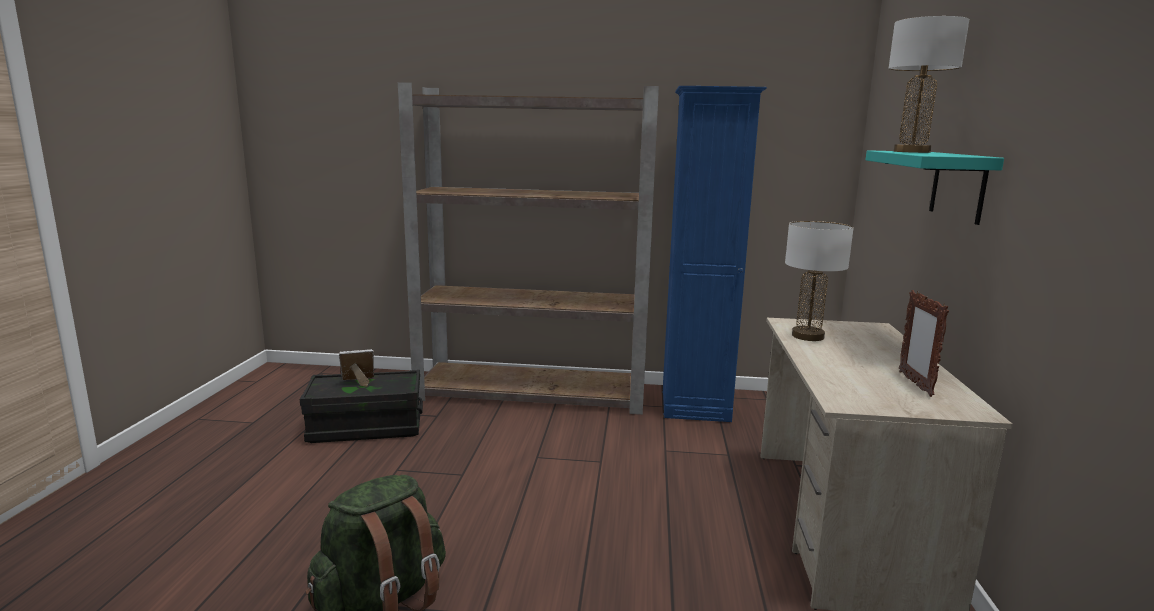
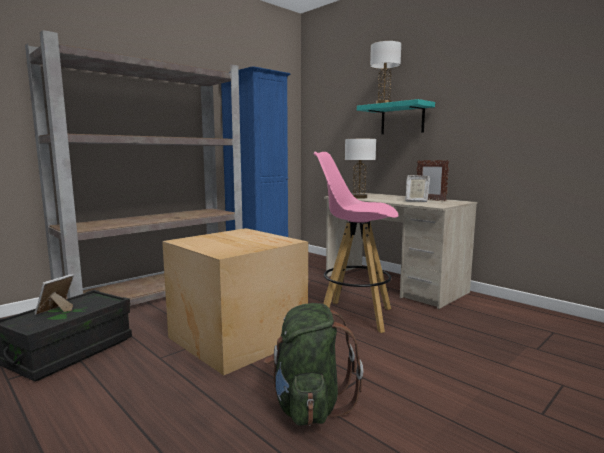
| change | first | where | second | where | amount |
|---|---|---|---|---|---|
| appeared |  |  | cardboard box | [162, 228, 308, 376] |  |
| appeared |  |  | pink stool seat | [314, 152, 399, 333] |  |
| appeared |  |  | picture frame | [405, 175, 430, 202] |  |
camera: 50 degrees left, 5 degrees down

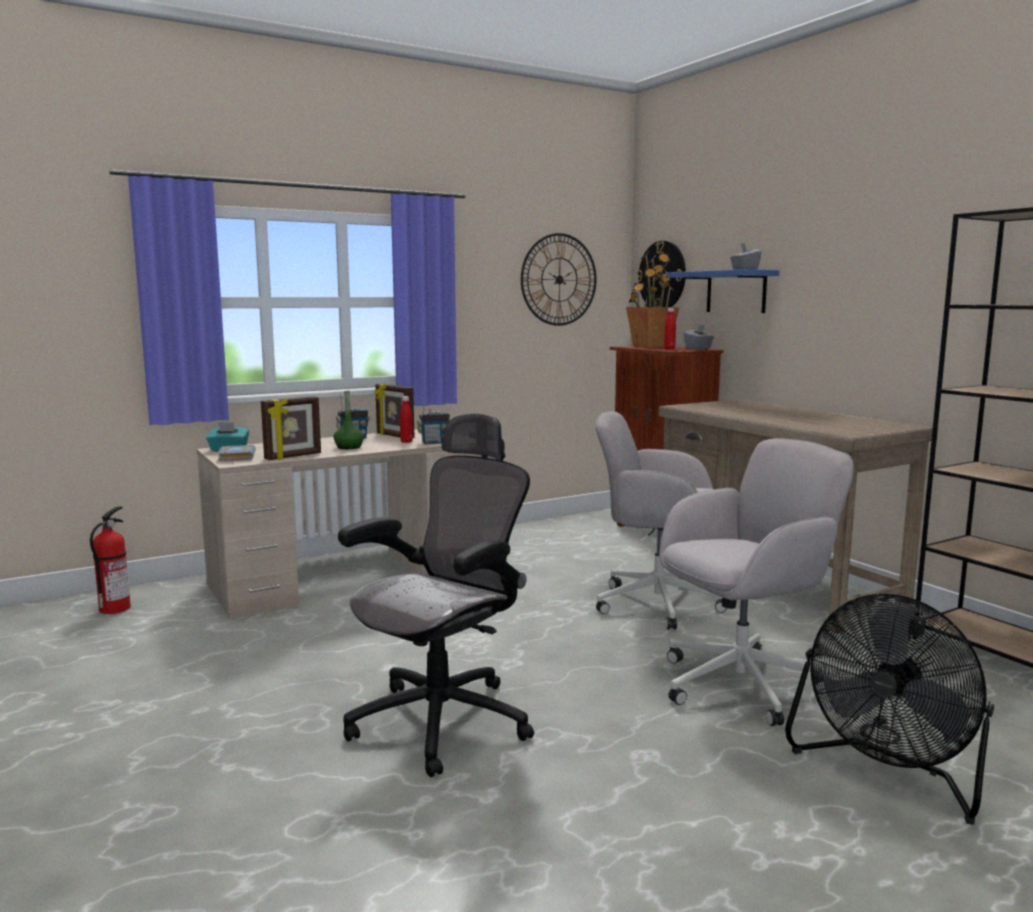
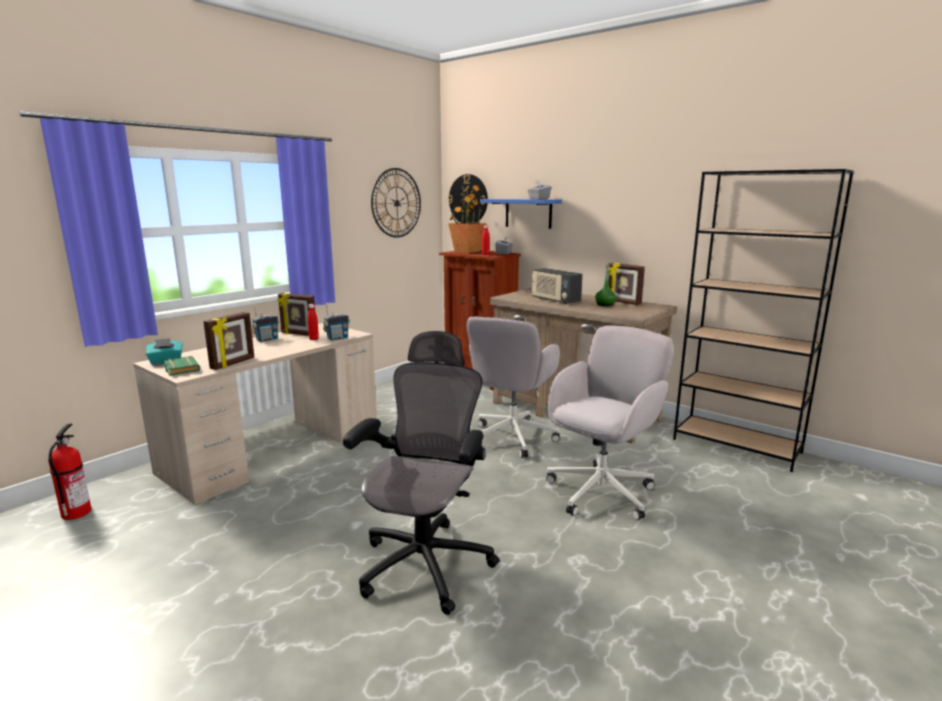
| change | first | where | second | where | amount |
|---|---|---|---|---|---|
| missing | black-coloured electric fan | [785, 594, 994, 825] |  |  |  |
| appeared |  |  | radio receiver | [532, 268, 583, 304] |  |
| appeared |  |  | picture frame | [609, 263, 645, 305] |  |
| relocated | greenish bottle | [334, 391, 364, 449] |  | [595, 265, 616, 306] |  |
| colour | grey bound book | [218, 445, 256, 461] | greenish bound book | [163, 356, 200, 376] |  |
| spun | grey computer chair | [595, 411, 727, 630] |  | [467, 317, 560, 458] | 60 degrees counterclockwise |
camera: 20 degrees left, 5 degrees up

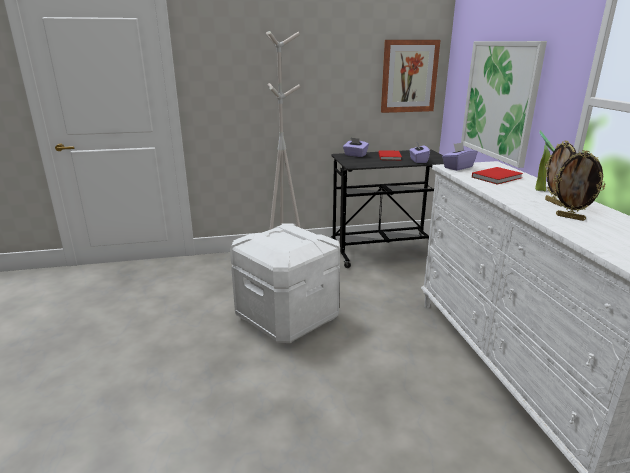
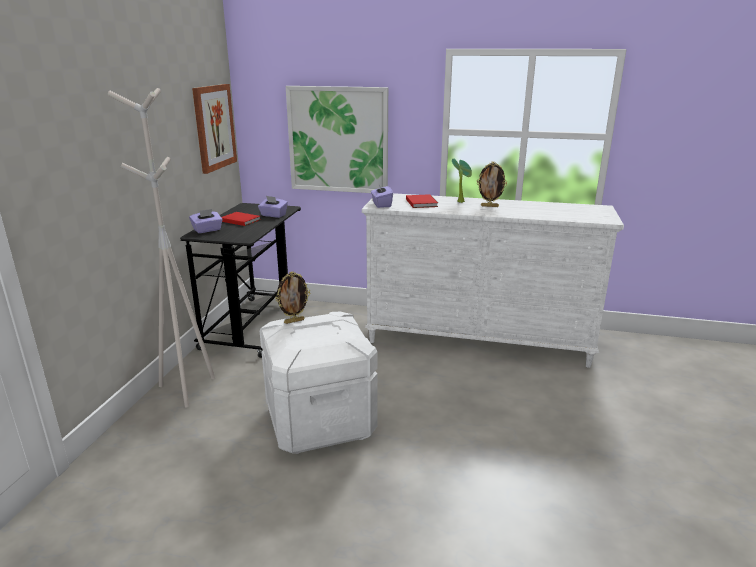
| change | first | where | second | where | amount |
|---|---|---|---|---|---|
| relocated | picture frame | [553, 150, 605, 221] |  | [275, 271, 310, 324] |  |
camera: 65 degrees left, 0 degrees up

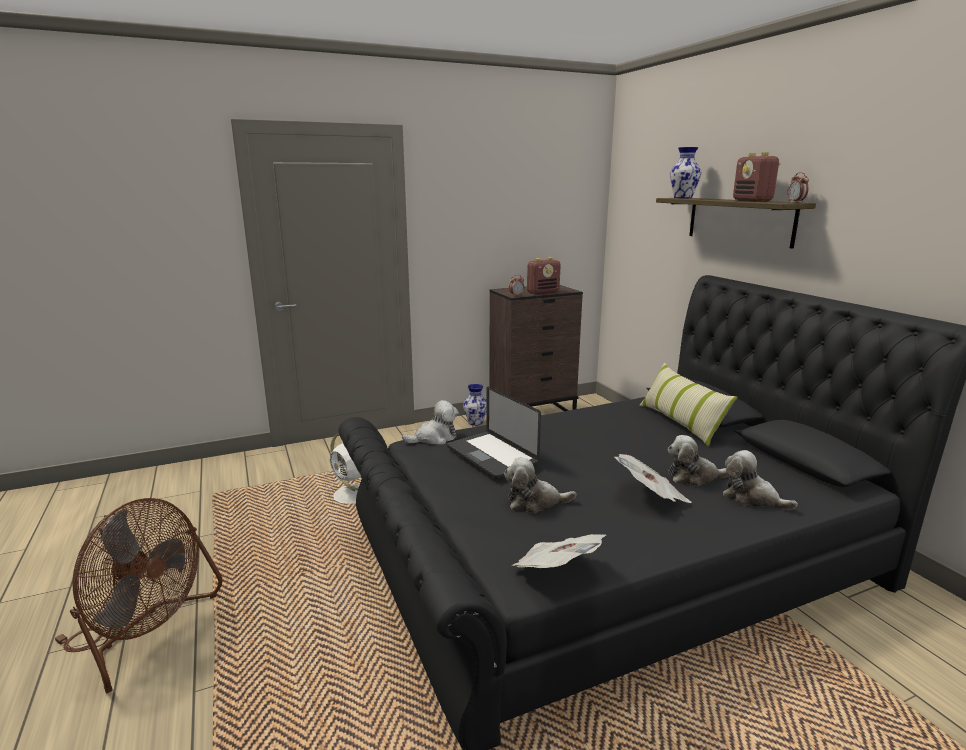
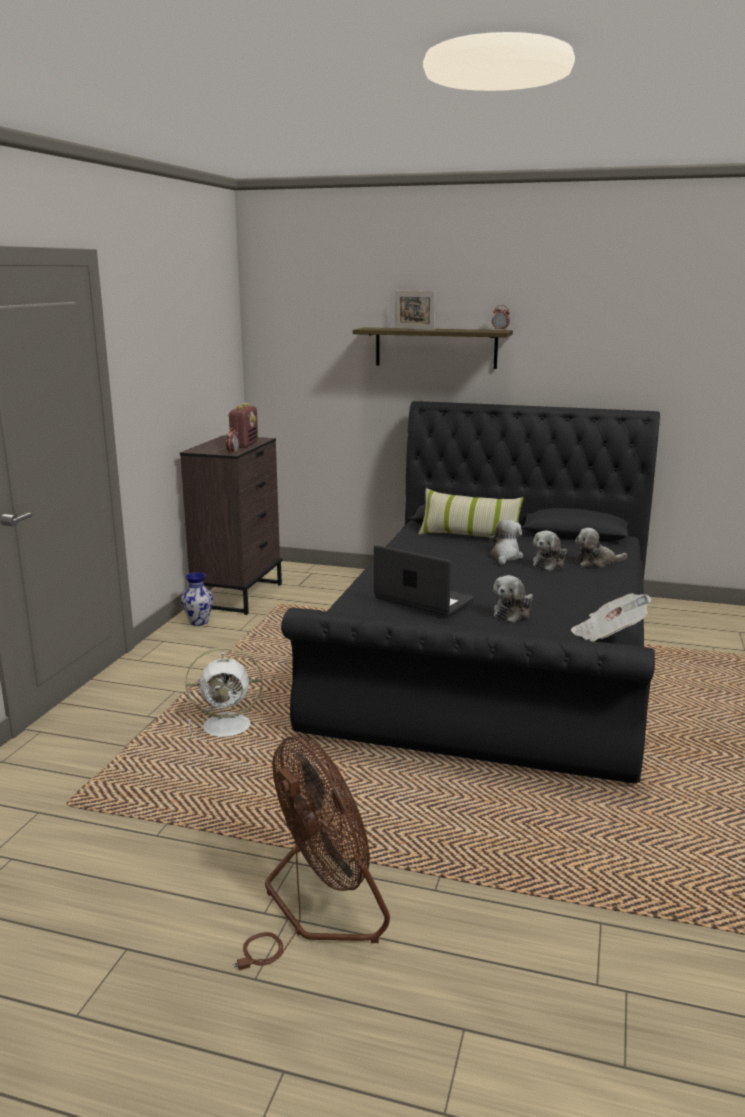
| change | first | where | second | where | amount |
|---|---|---|---|---|---|
| missing | newspaper | [614, 454, 692, 503] |  |  |  |
| missing | decorative vase | [670, 147, 702, 198] |  |  |  |
| missing | radio receiver | [733, 152, 781, 202] |  |  |  |
| appeared |  |  | picture frame | [395, 291, 435, 330] |  |
| relocated | plush toy | [402, 400, 459, 444] |  | [489, 520, 523, 564] |  |
| spun | portable computer | [447, 387, 541, 479] |  | [374, 545, 474, 616] | 150 degrees counterclockwise |
camera: 50 degrees left, 0 degrees up

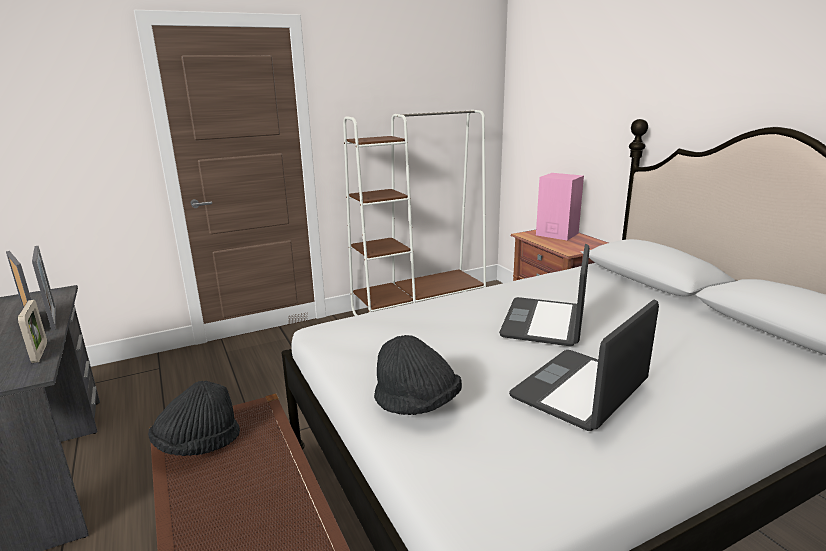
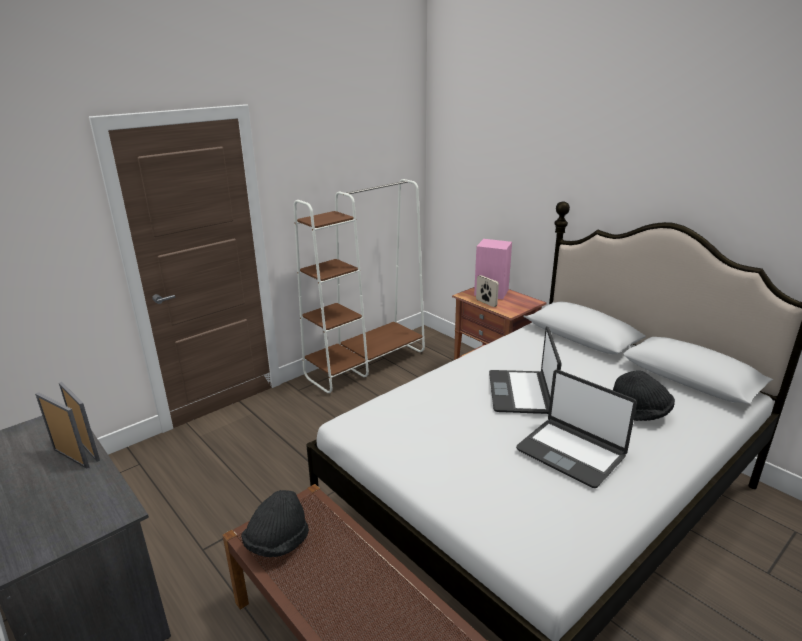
| change | first | where | second | where | amount |
|---|---|---|---|---|---|
| relocated | picture frame | [18, 300, 47, 363] |  | [476, 275, 499, 307] |  |
| relocated | black-coloured clothing hat | [374, 335, 462, 415] |  | [613, 370, 675, 421] |  |
| spun | portable computer | [509, 300, 659, 431] |  | [516, 370, 637, 488] | 75 degrees counterclockwise |
camera: 15 degrees left, 5 degrees up

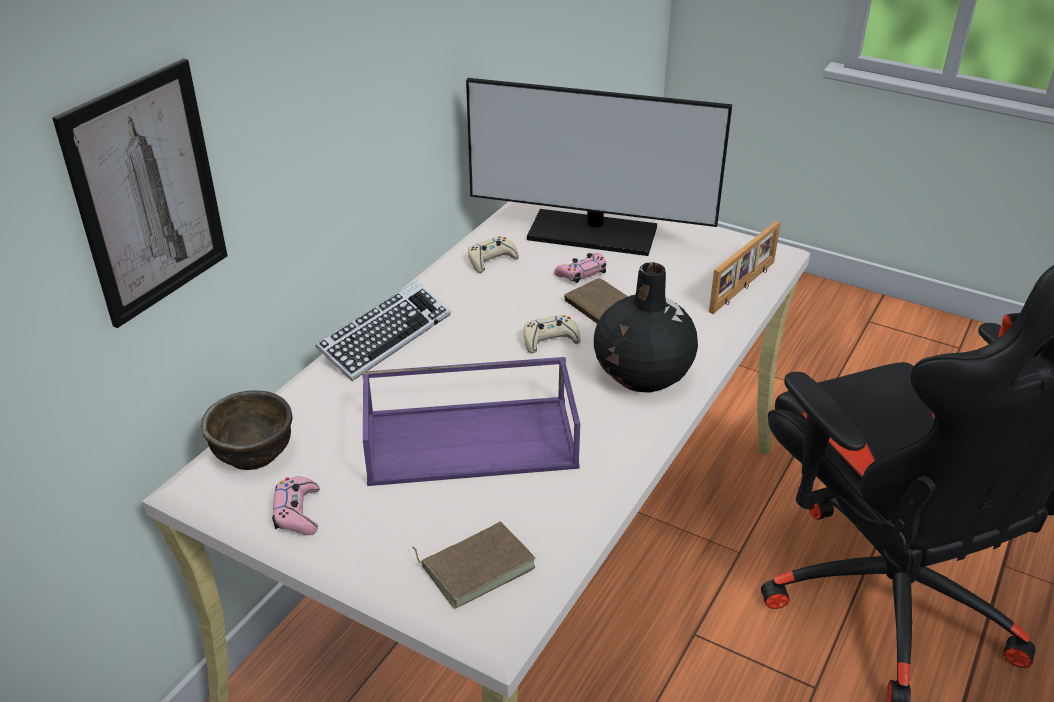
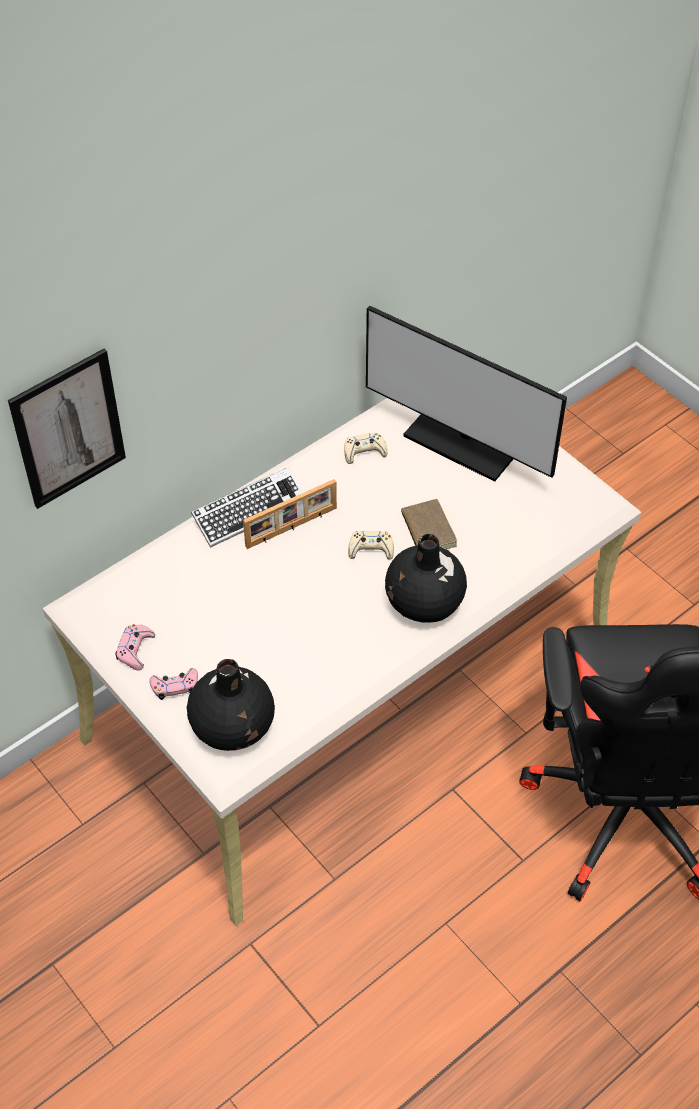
| change | first | where | second | where | amount |
|---|---|---|---|---|---|
| missing | brown-coloured serving bowl | [201, 390, 293, 470] |  |  |  |
| missing | purplish serving tray | [362, 357, 580, 486] |  |  |  |
| relocated | pink joypad | [554, 253, 606, 283] |  | [149, 668, 198, 700] |  |
| relocated | picture frame | [709, 220, 781, 314] |  | [243, 479, 337, 549] |  |
| exchanged | brown-coloured bound book | [412, 521, 535, 609] | black-coloured decorative vase | [187, 659, 275, 751] |  |
camera: 20 degrees right, 15 degrees up

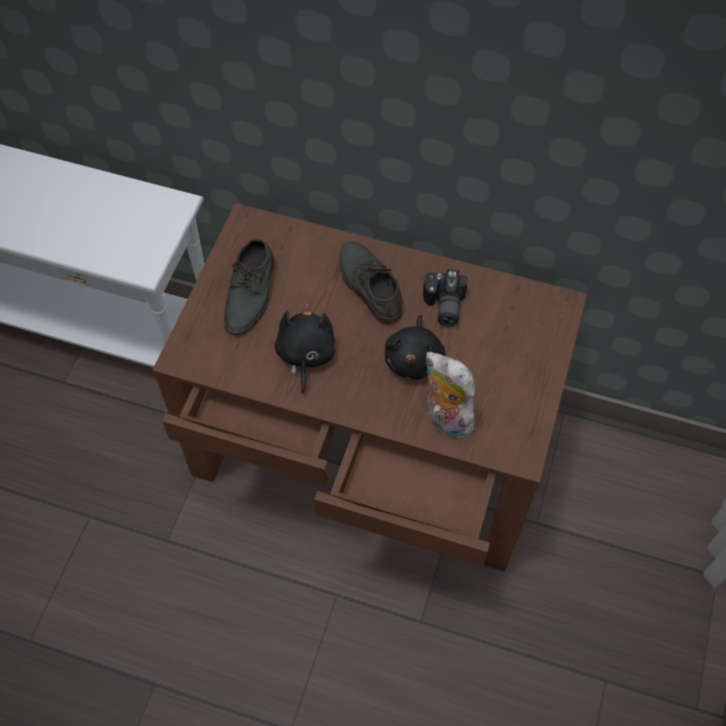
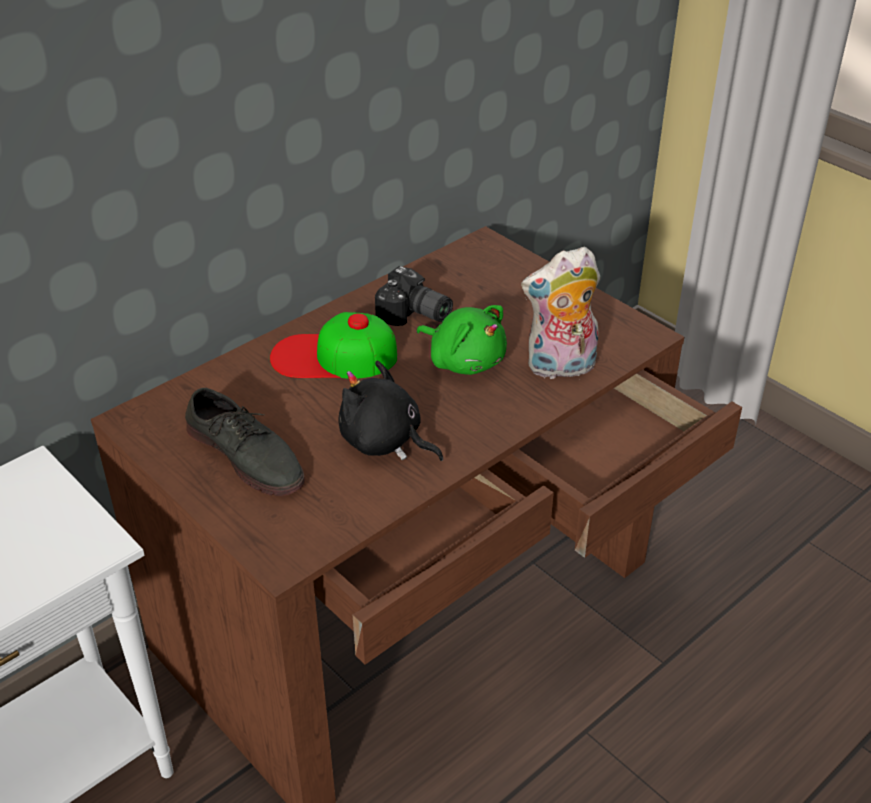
| change | first | where | second | where | amount |
|---|---|---|---|---|---|
| exchanged | grey item of footwear | [339, 241, 402, 324] | baseball cap | [270, 312, 397, 379] |  |
| colour | black-coloured plush toy | [385, 315, 445, 380] | greenish plush toy | [416, 305, 507, 375] |  |
camera: 60 degrees left, 20 degrees down

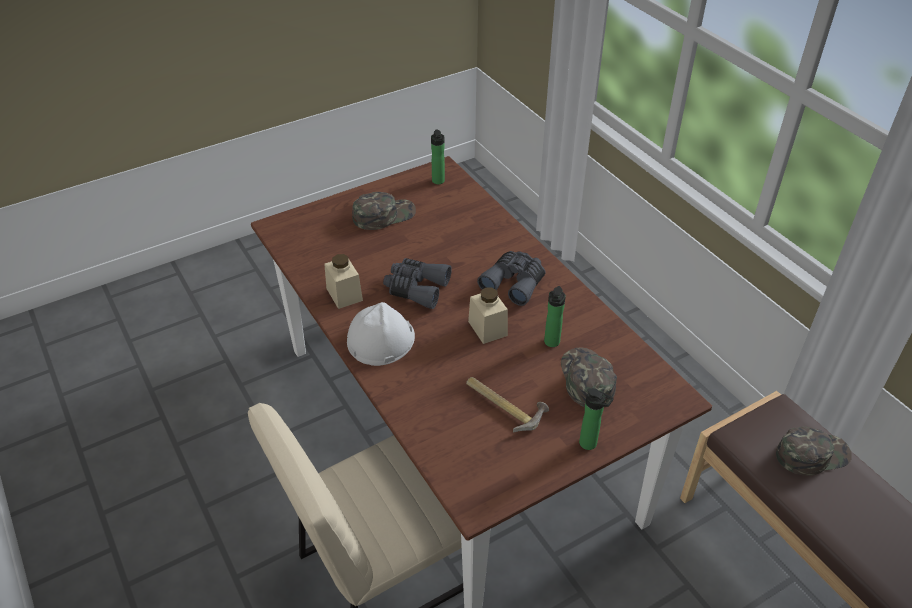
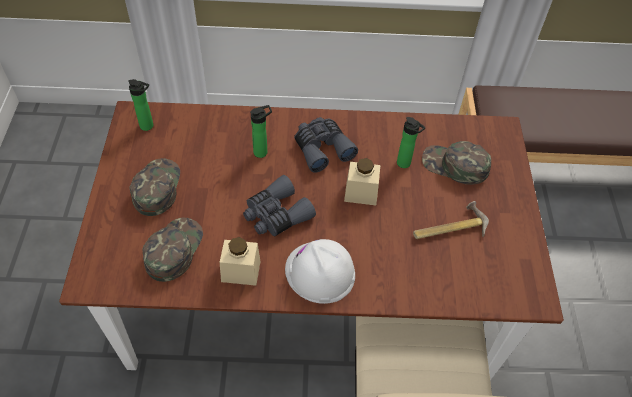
| change | first | where | second | where | amount |
|---|---|---|---|---|---|
| relocated | bottle | [579, 388, 614, 450] |  | [250, 105, 272, 158] |  |
| relocated | greenish baseball cap | [776, 427, 852, 476] |  | [142, 217, 203, 282] |  |
camera: 60 degrees left, 10 degrees up

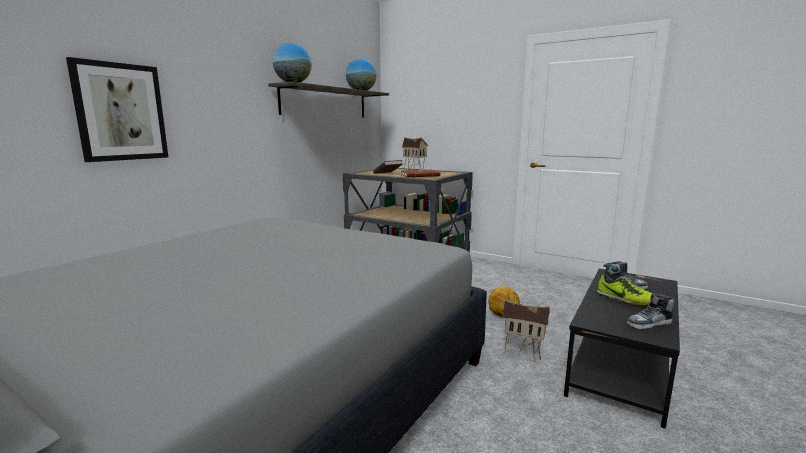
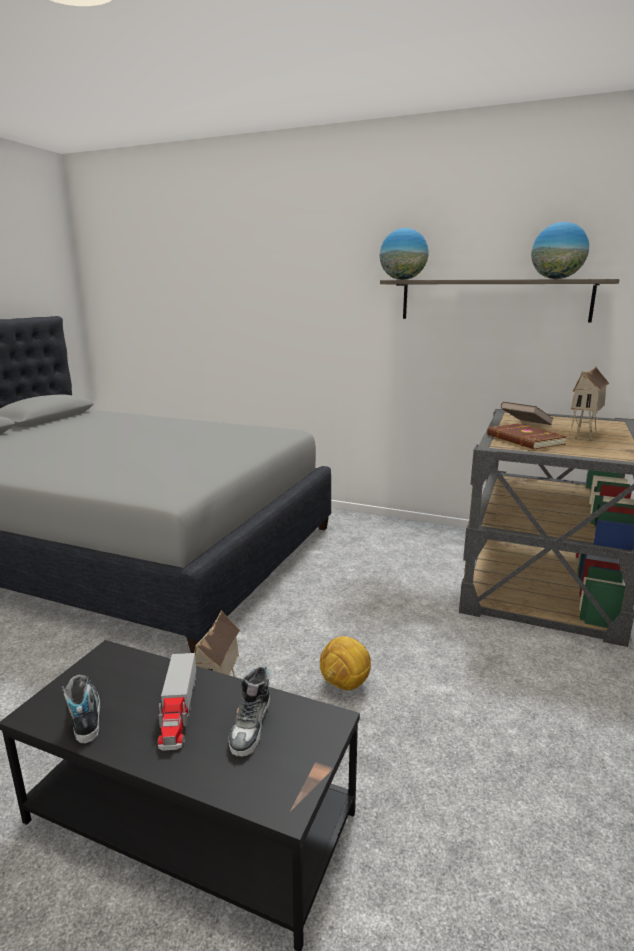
| change | first | where | second | where | amount |
|---|---|---|---|---|---|
| missing | wall picture | [66, 57, 168, 162] |  |  |  |
| exchanged | item of footwear | [597, 274, 653, 305] | model truck | [157, 653, 196, 751] |  |
camera: 80 degrees right, 5 degrees up

